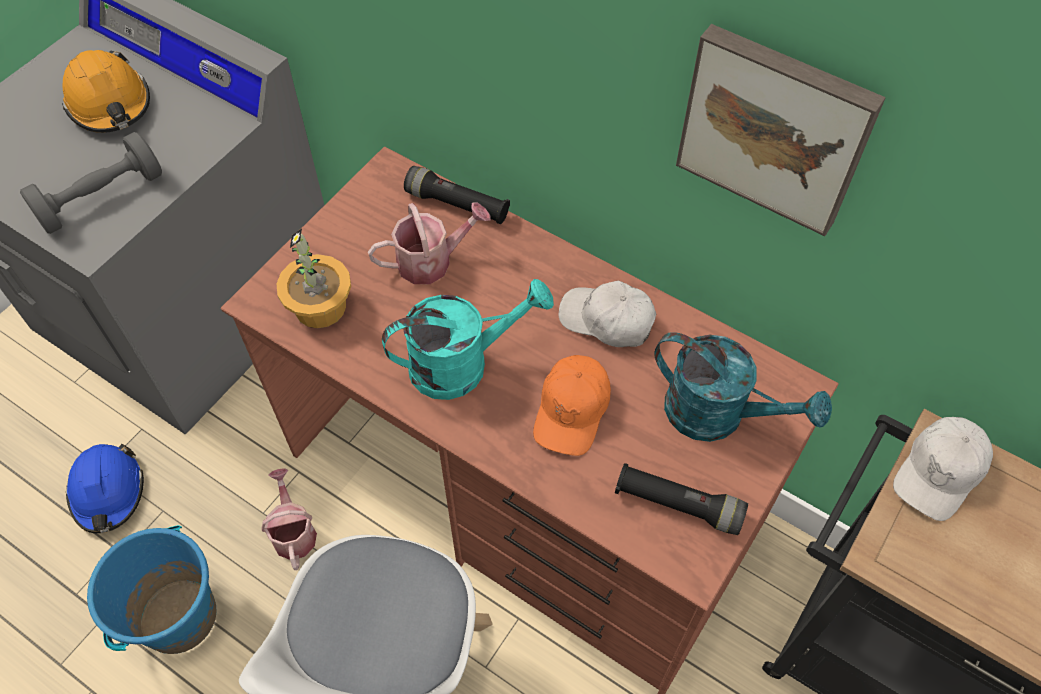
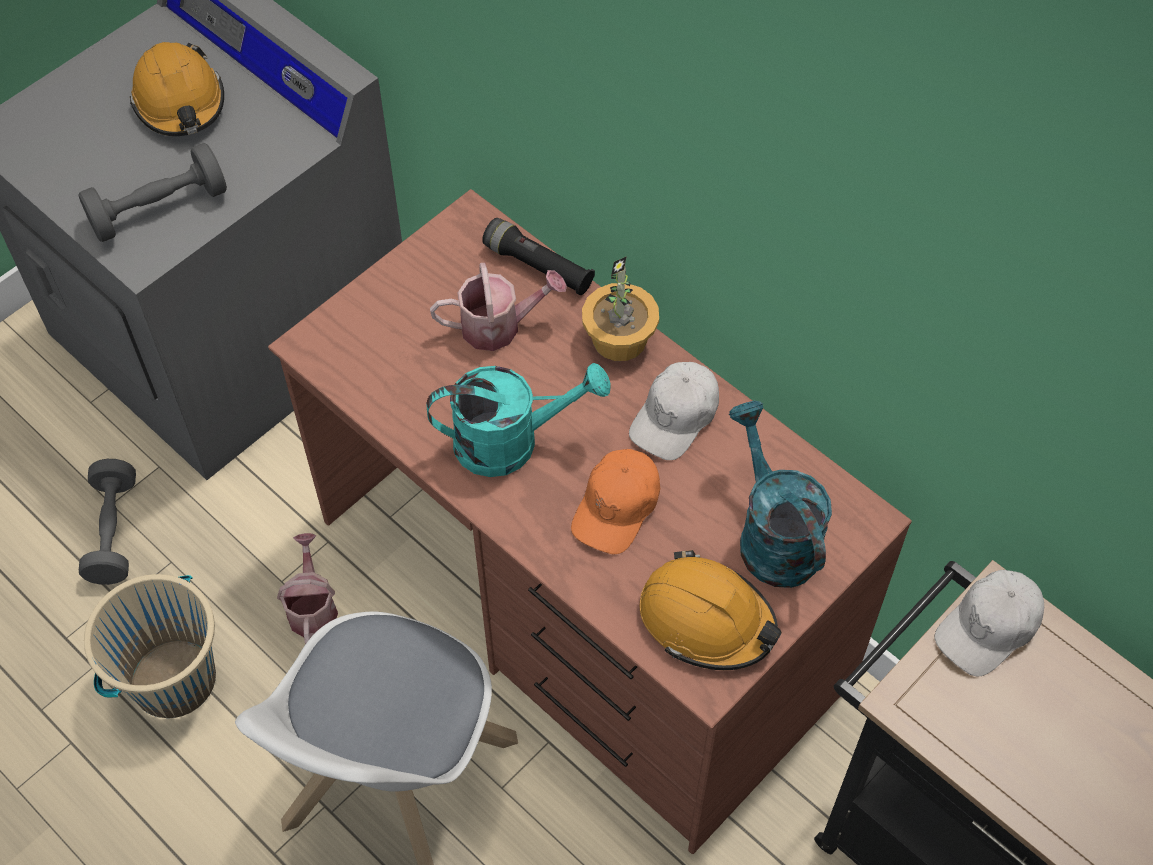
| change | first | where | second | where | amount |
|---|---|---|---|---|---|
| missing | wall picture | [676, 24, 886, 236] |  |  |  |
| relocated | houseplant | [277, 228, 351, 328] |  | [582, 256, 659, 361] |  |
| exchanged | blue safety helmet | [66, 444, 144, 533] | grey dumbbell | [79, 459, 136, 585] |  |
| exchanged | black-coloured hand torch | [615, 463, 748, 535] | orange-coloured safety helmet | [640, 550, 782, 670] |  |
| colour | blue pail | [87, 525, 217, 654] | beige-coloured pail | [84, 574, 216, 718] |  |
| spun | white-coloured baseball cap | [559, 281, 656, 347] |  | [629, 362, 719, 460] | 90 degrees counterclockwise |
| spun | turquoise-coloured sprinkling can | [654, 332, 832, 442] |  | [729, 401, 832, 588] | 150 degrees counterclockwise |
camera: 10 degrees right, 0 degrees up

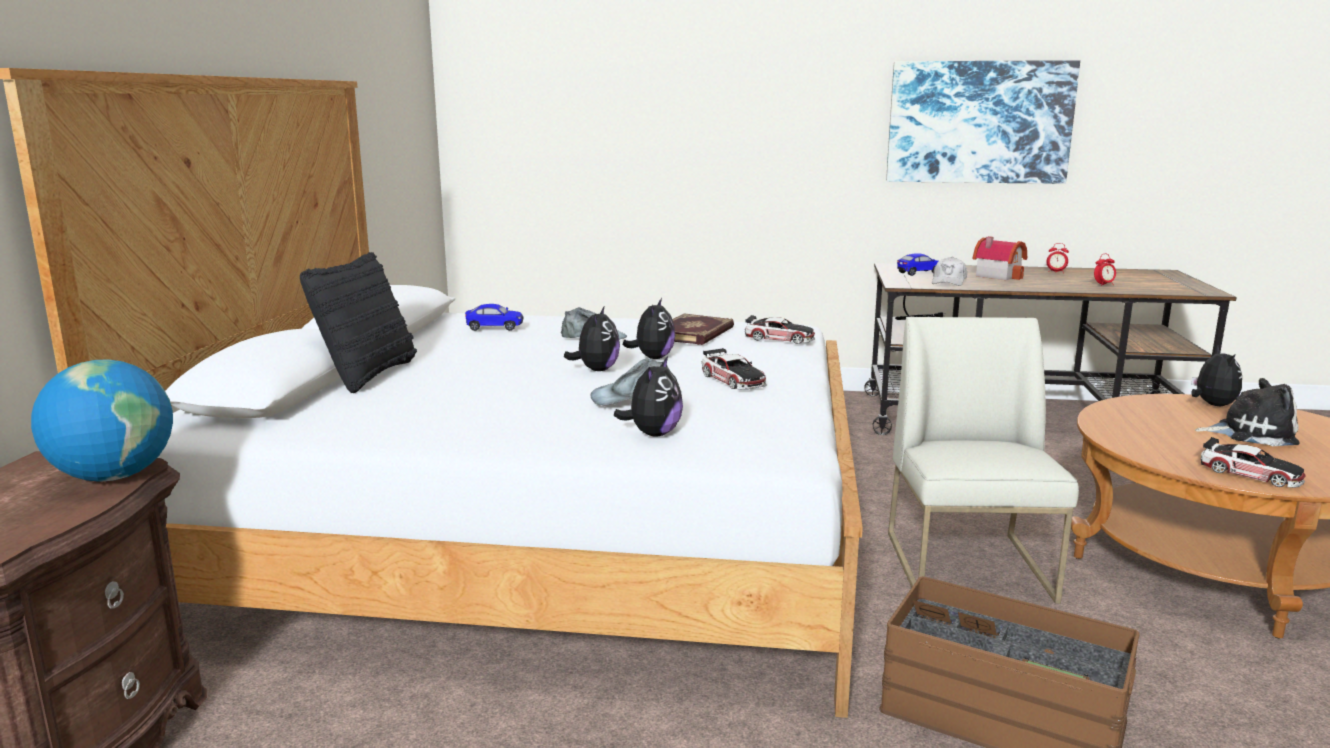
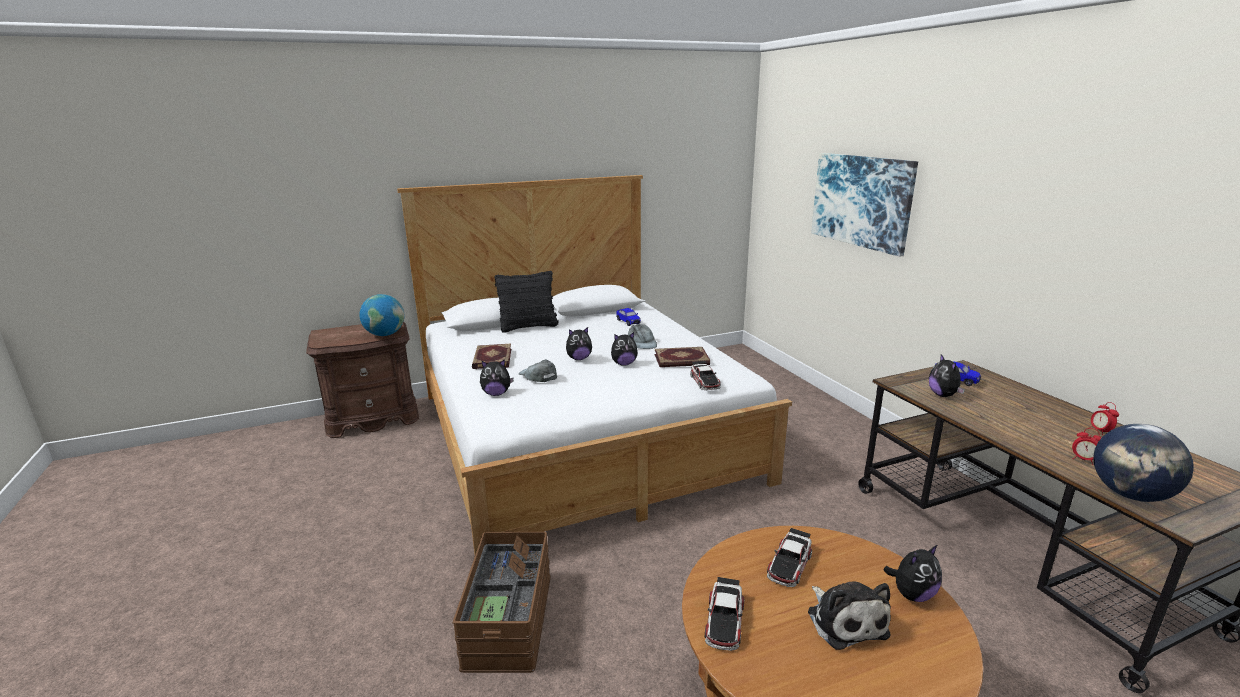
| change | first | where | second | where | amount |
|---|---|---|---|---|---|
| missing | white-coloured chair | [888, 317, 1079, 604] |  |  |  |
| missing | toy house | [972, 236, 1027, 280] |  |  |  |
| appeared |  |  | bound book | [472, 344, 511, 369] |  |
| appeared |  |  | desk globe | [1093, 424, 1194, 502] |  |
| relocated | toy car | [702, 348, 767, 390] |  | [767, 528, 812, 587] |  |
| relocated | wall picture | [886, 60, 1080, 184] |  | [811, 153, 918, 257] |  |
| exchanged | white-coloured baseball cap | [932, 257, 967, 286] | plush toy | [929, 354, 965, 397] |  |
camera: 60 degrees right, 5 degrees up

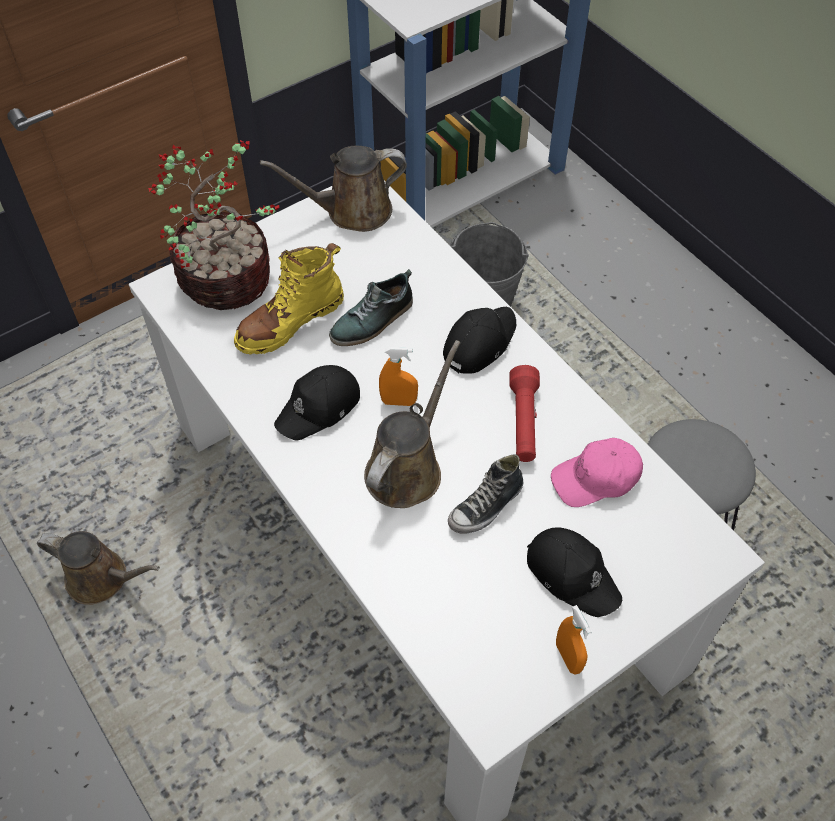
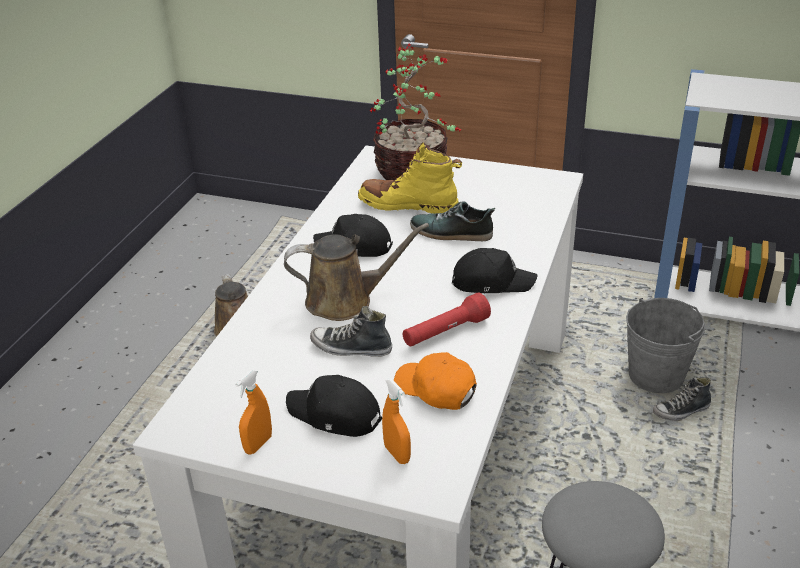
| change | first | where | second | where | amount |
|---|---|---|---|---|---|
| missing | brown-coloured sprinkling can | [260, 146, 407, 232] |  |  |  |
| appeared |  |  | item of footwear | [653, 377, 711, 421] |  |
| relocated | orange-coloured sprayer | [379, 347, 418, 406] |  | [382, 378, 411, 464] |  |
| colour | pink baseball cap | [551, 438, 643, 507] | orange-coloured baseball cap | [394, 352, 477, 410] |  |
| spun | black-coloured baseball cap | [527, 528, 622, 617] |  | [286, 375, 382, 437] | 105 degrees clockwise |
camera: 55 degrees right, 20 degrees down

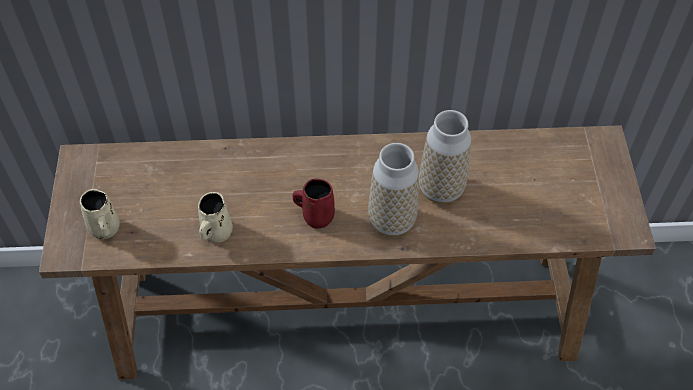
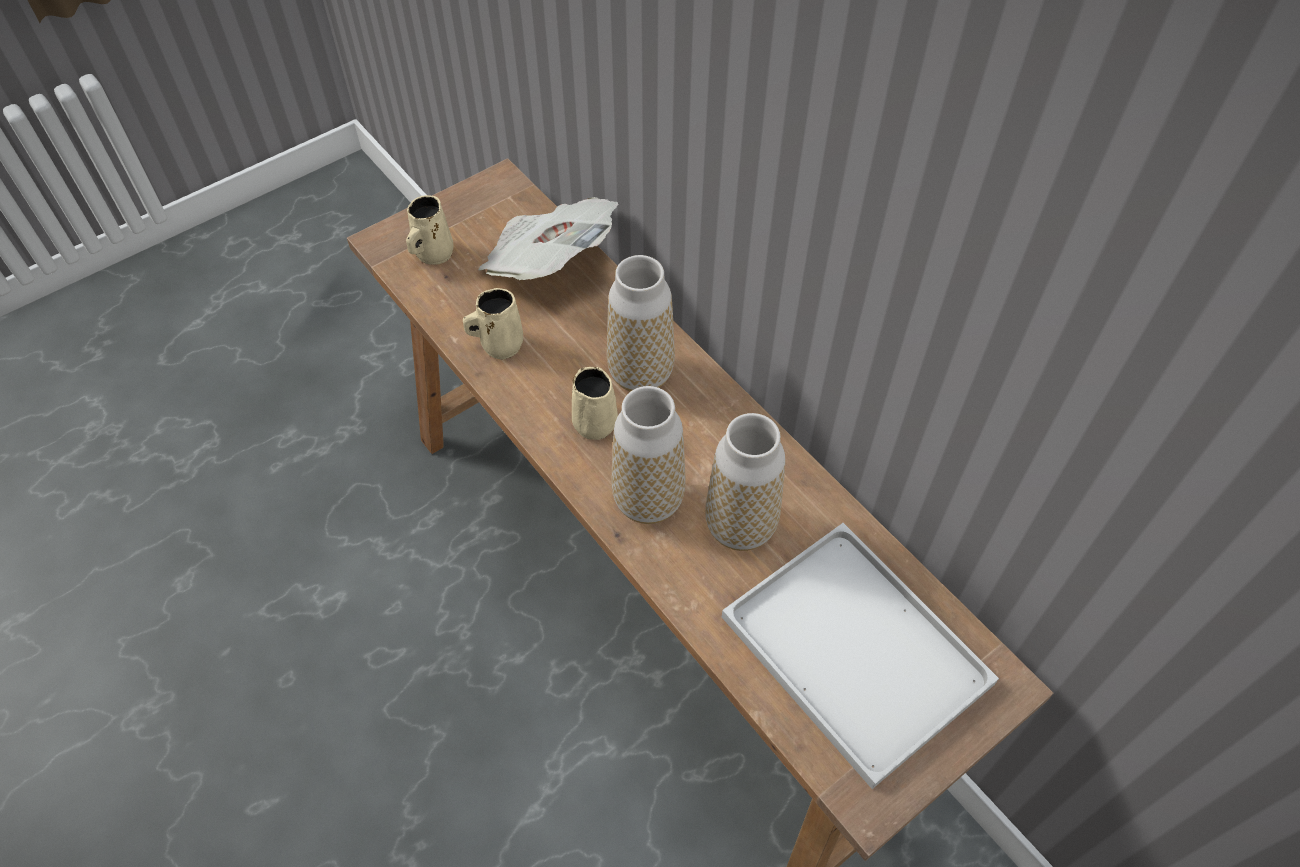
| change | first | where | second | where | amount |
|---|---|---|---|---|---|
| appeared |  |  | newspaper | [478, 197, 619, 280] |  |
| appeared |  |  | decorative vase | [607, 255, 675, 392] |  |
| appeared |  |  | white-coloured serving tray | [722, 523, 999, 789] |  |
| colour | red-coloured coffee mug | [293, 179, 335, 229] | beige-coloured coffee mug | [572, 367, 618, 440] |  |
camera: 55 degrees right, 0 degrees up

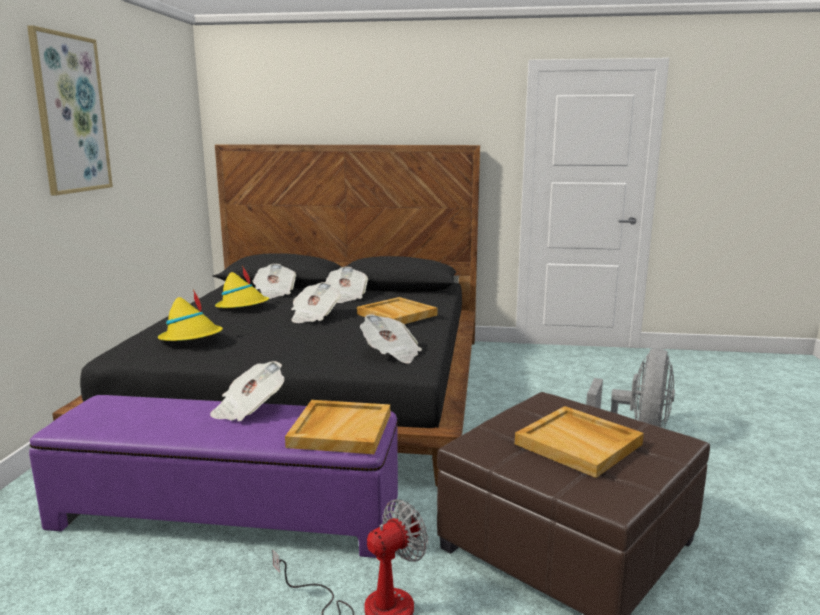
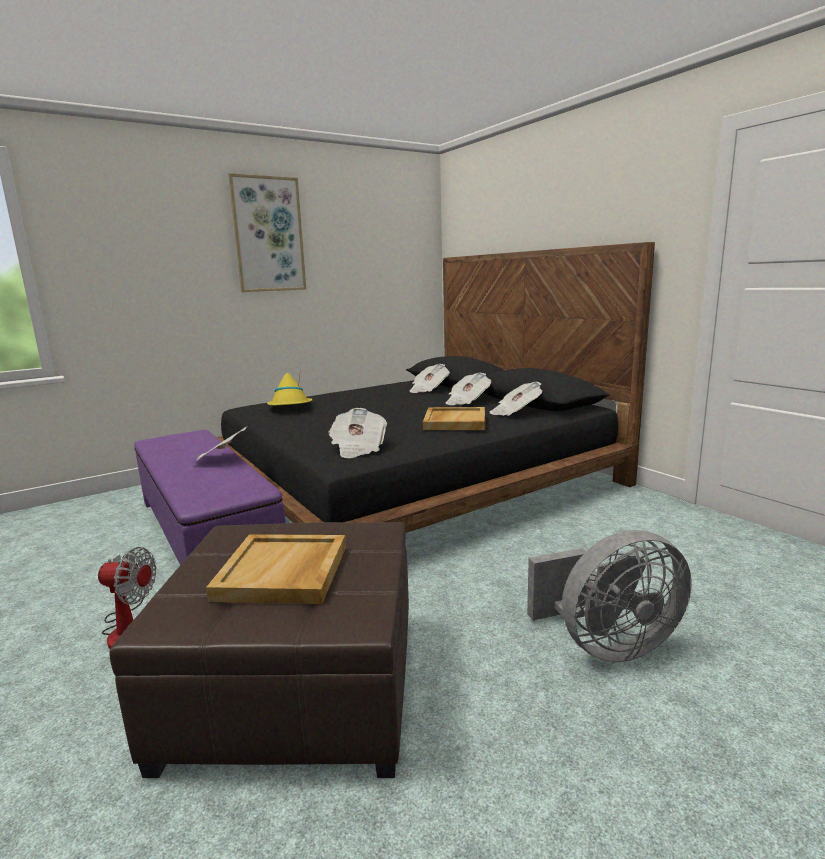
| change | first | where | second | where | amount |
|---|---|---|---|---|---|
| missing | yellowish clothing hat | [215, 266, 269, 308] |  |  |  |
| missing | beige-coloured serving tray | [285, 400, 390, 454] |  |  |  |
| relocated | newspaper | [291, 282, 341, 323] |  | [490, 382, 542, 416] |  |
camera: 50 degrees right, 0 degrees up

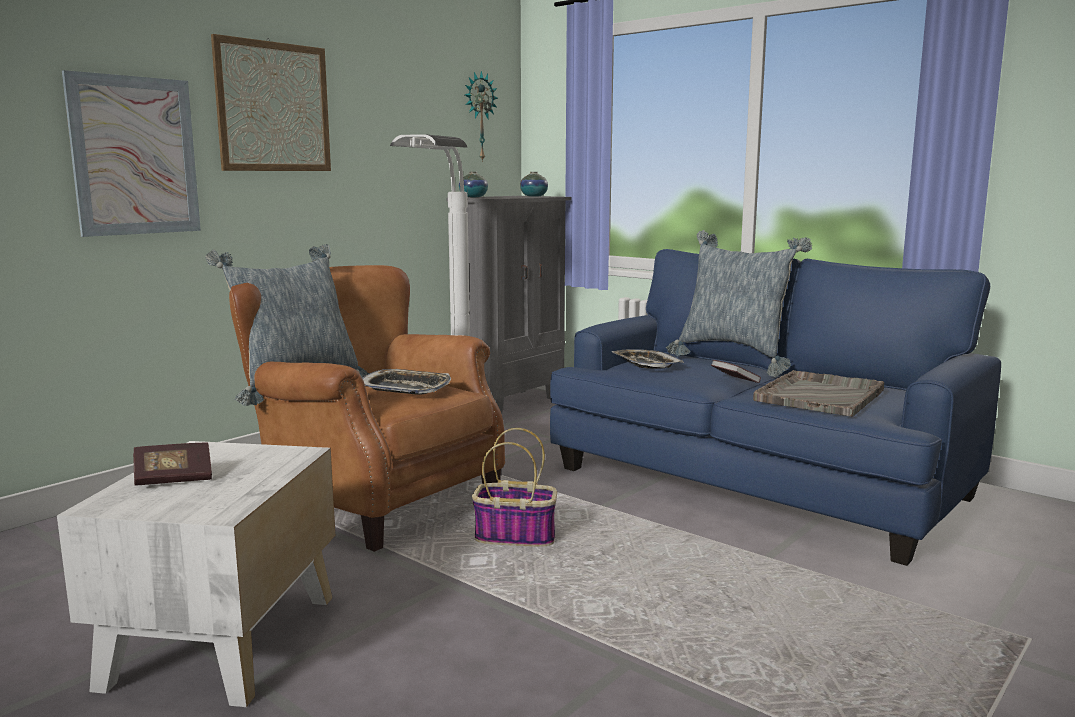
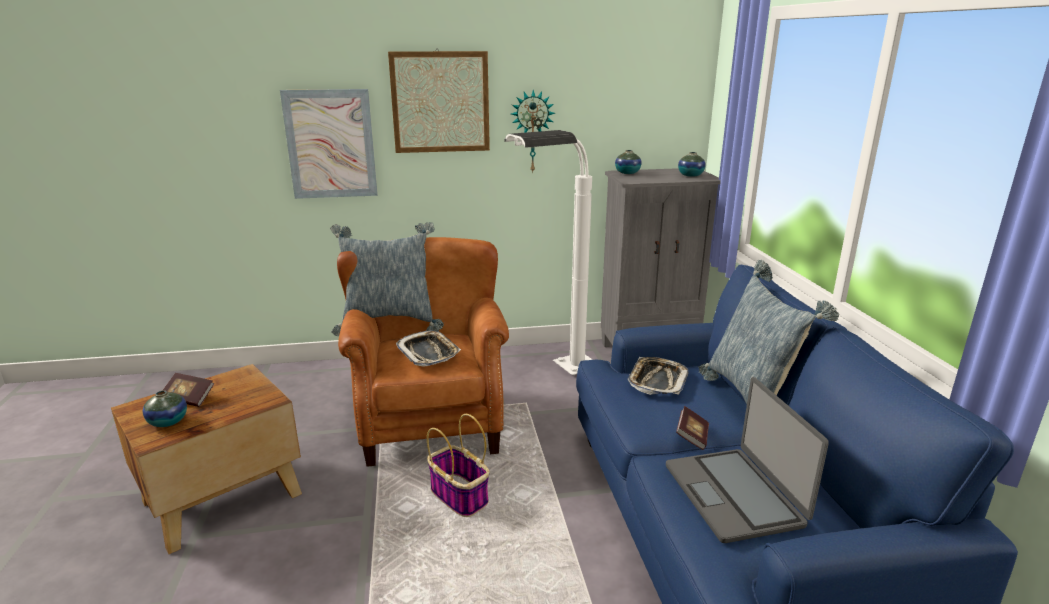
| change | first | where | second | where | amount |
|---|---|---|---|---|---|
| appeared |  |  | decorative vase | [143, 390, 187, 427] |  |
| relocated | hanging clock | [465, 71, 498, 162] |  | [511, 89, 555, 174] |  |
| exchanged | grey serving tray | [753, 370, 884, 417] | portable computer | [666, 377, 829, 543] |  |
| colour | white-coloured end table | [57, 441, 335, 707] | brown-coloured end table | [111, 364, 302, 554] |  |
camera: 40 degrees right, 10 degrees up

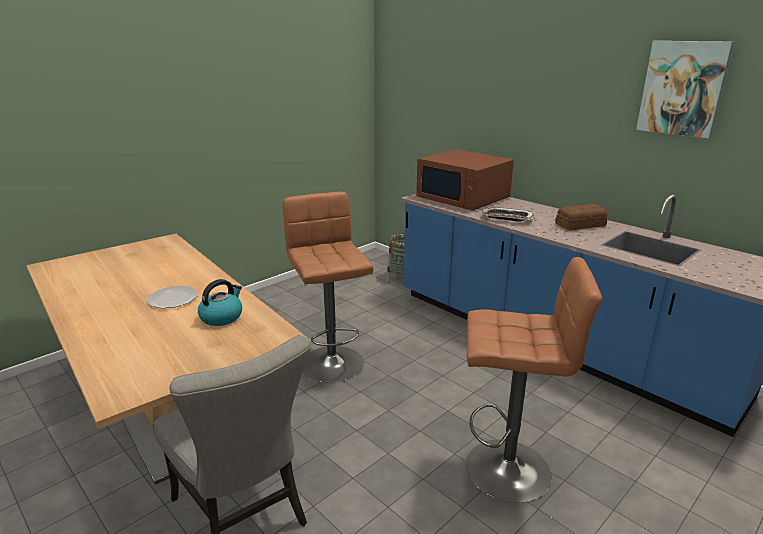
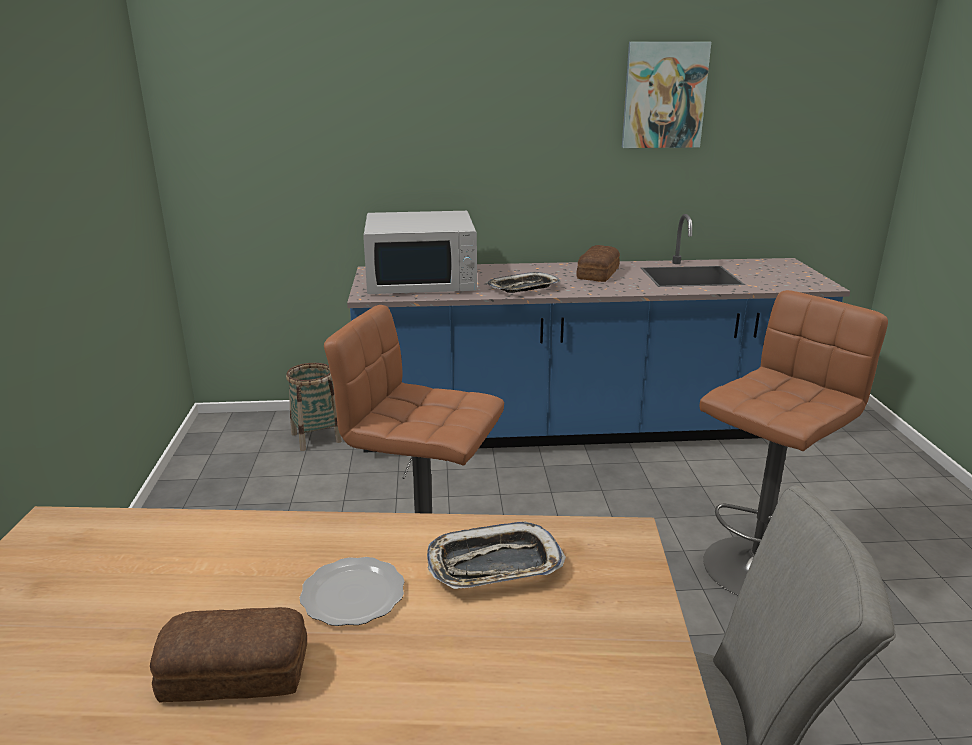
| change | first | where | second | where | amount |
|---|---|---|---|---|---|
| appeared |  |  | baked bread | [150, 607, 307, 702] |  |
| exchanged | water kettle | [198, 279, 242, 326] | serving tray | [427, 522, 566, 589] |  |
| colour | brown-coloured microwave oven | [416, 150, 514, 211] | white-coloured microwave oven | [363, 211, 477, 294] |  |
camera: 50 degrees left, 0 degrees up

